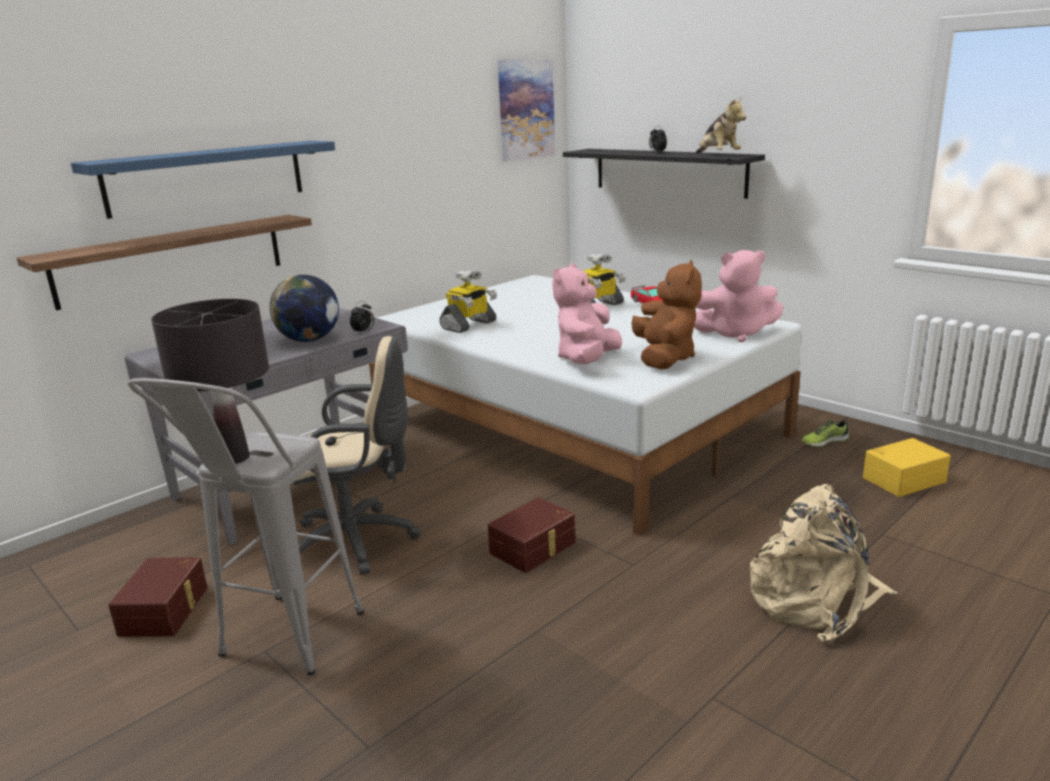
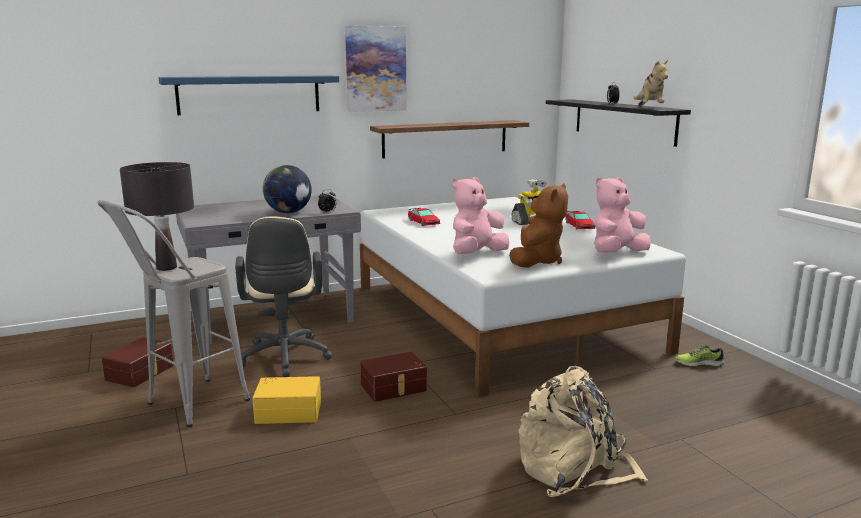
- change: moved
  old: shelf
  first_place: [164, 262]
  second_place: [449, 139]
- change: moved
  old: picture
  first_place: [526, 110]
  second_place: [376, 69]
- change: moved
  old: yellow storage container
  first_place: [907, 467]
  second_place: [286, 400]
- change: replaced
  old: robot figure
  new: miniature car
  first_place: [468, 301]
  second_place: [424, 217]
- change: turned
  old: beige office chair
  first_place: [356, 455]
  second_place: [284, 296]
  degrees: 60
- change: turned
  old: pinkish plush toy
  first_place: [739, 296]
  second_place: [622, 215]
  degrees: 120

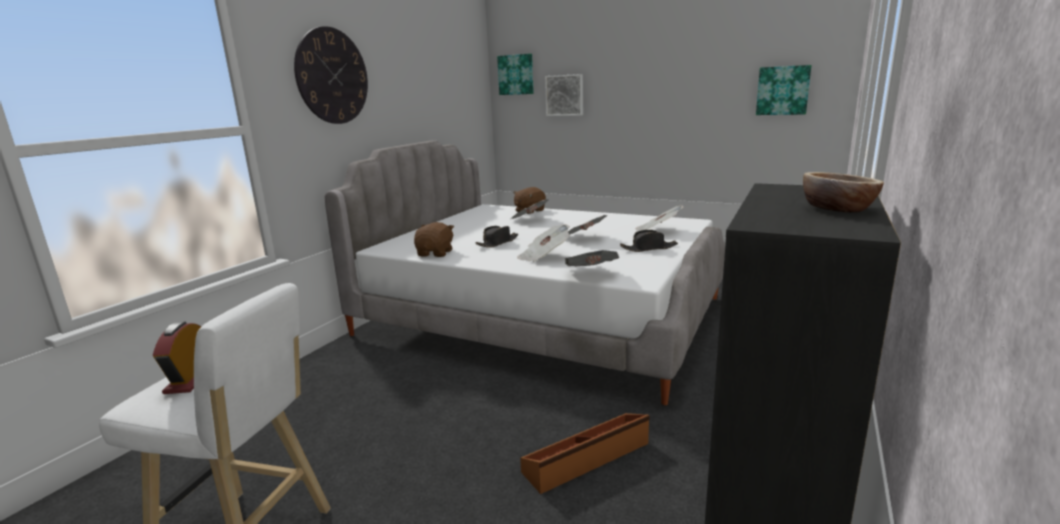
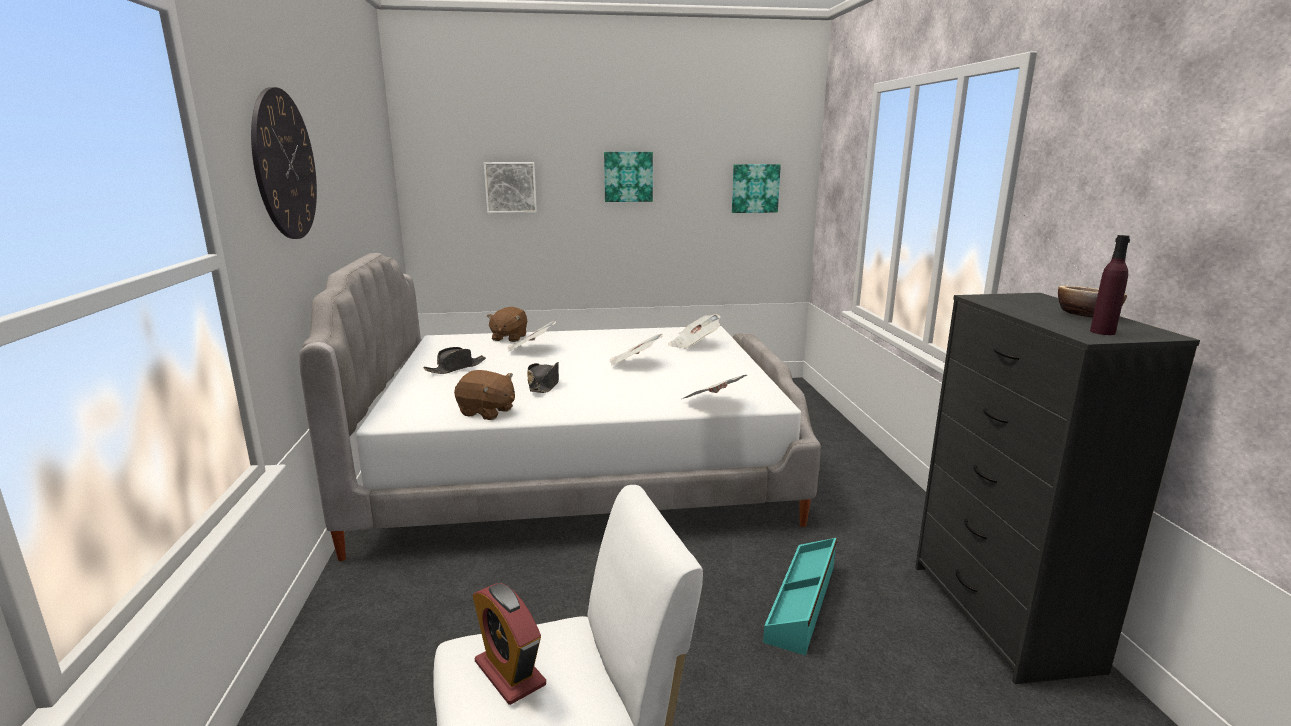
- change: removed
  old: daily paper
  first_place: [543, 243]
- change: added
  new: purplish beverage bottle
  second_place: [1110, 285]
- change: moved
  old: picture
  first_place: [515, 74]
  second_place: [628, 177]
- change: moved
  old: blackish wearable hat
  first_place: [649, 241]
  second_place: [454, 360]
- change: recoloured
  old: brownish storage container
  new: turquoise-coloured storage container
  first_place: [585, 453]
  second_place: [800, 597]
- change: turned
  old: brownish plush toy
  first_place: [434, 239]
  second_place: [484, 395]
  degrees: 135

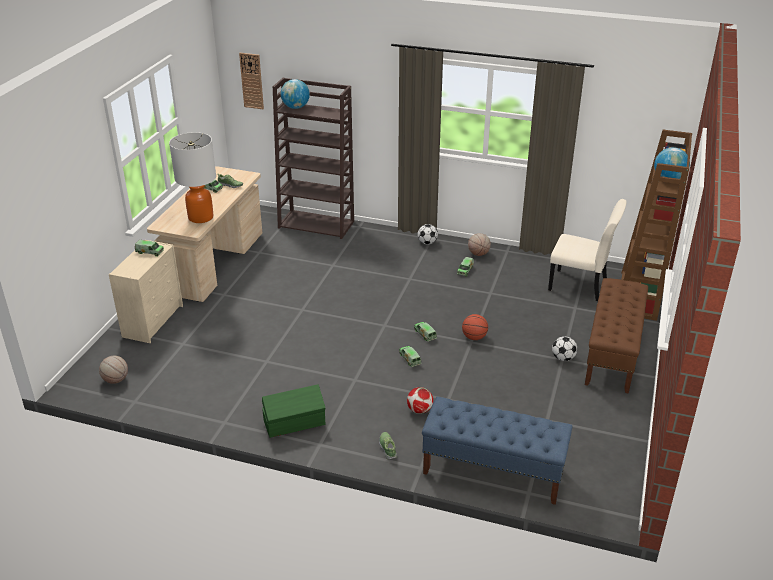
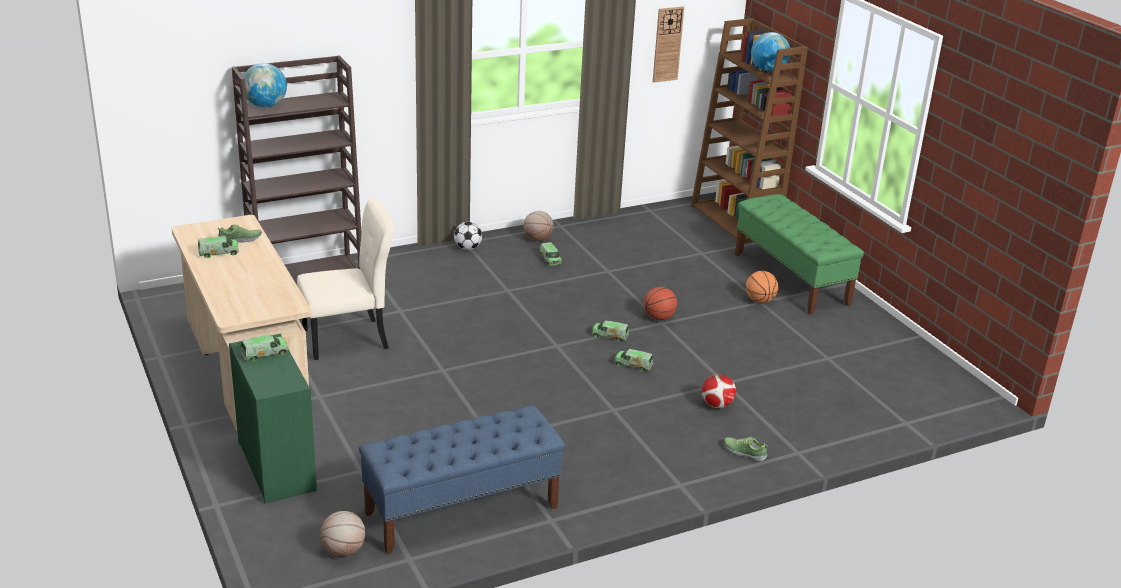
- change: removed
  old: tabletop lamp
  first_place: [192, 177]
- change: removed
  old: green storage container
  first_place: [293, 411]
- change: moved
  old: hanging clock
  first_place: [251, 81]
  second_place: [668, 45]
- change: moved
  old: blue long seat
  first_place: [497, 451]
  second_place: [462, 479]
- change: moved
  old: beige plain chair
  first_place: [587, 250]
  second_place: [346, 279]
- change: replaced
  old: ball for football
  new: basketball ball
  first_place: [564, 348]
  second_place: [762, 287]
- change: recoloured
  old: beige dresser
  new: green dresser
  first_place: [146, 291]
  second_place: [273, 419]
- change: recoloured
  old: brownish long seat
  new: green long seat
  first_place: [616, 336]
  second_place: [799, 254]

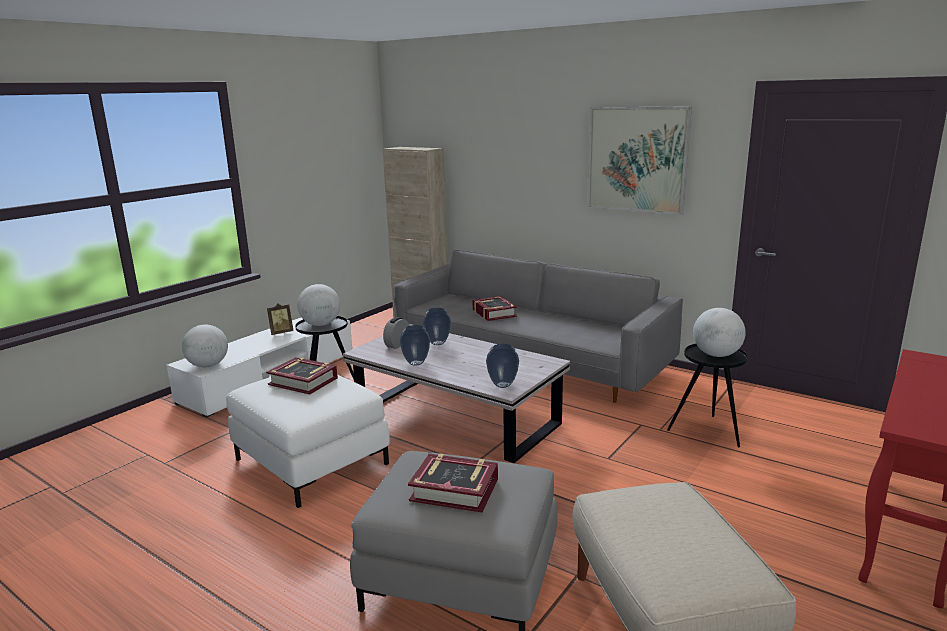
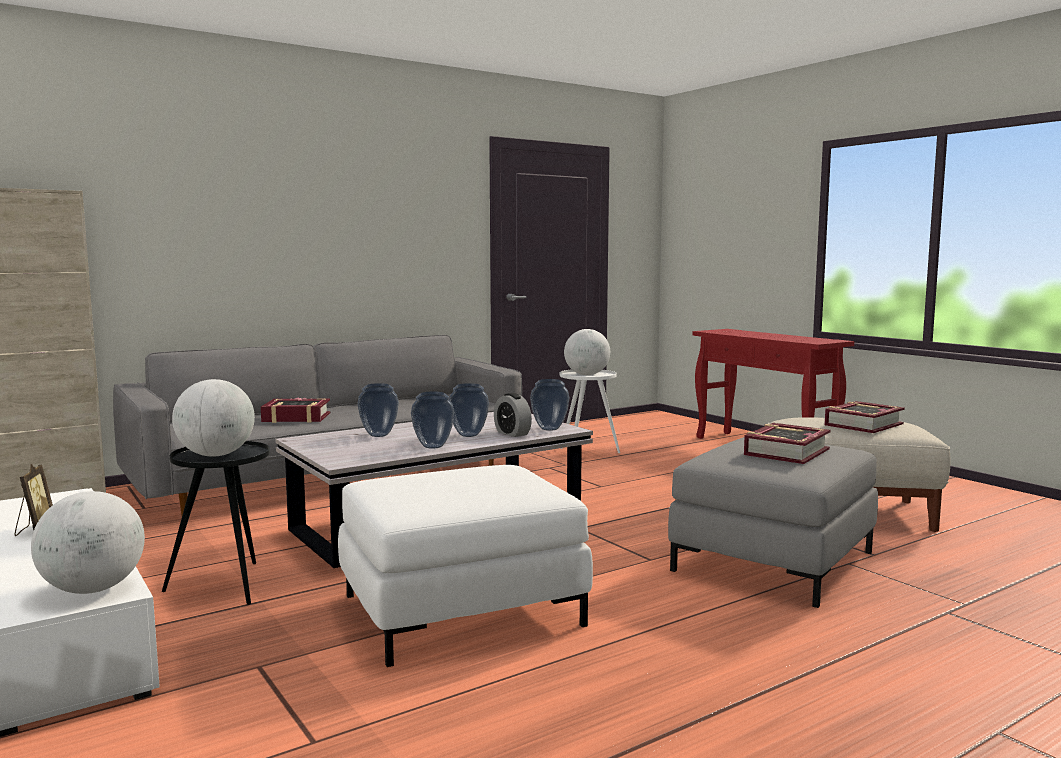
- change: removed
  old: picture
  first_place: [639, 160]
- change: added
  new: flower vase
  second_place: [469, 410]
- change: moved
  old: bound book
  first_place: [302, 376]
  second_place: [865, 417]
- change: moved
  old: bedside clock
  first_place: [396, 333]
  second_place: [513, 415]
- change: recoloured
  old: blackish side table
  new: white side table
  first_place: [707, 395]
  second_place: [590, 411]

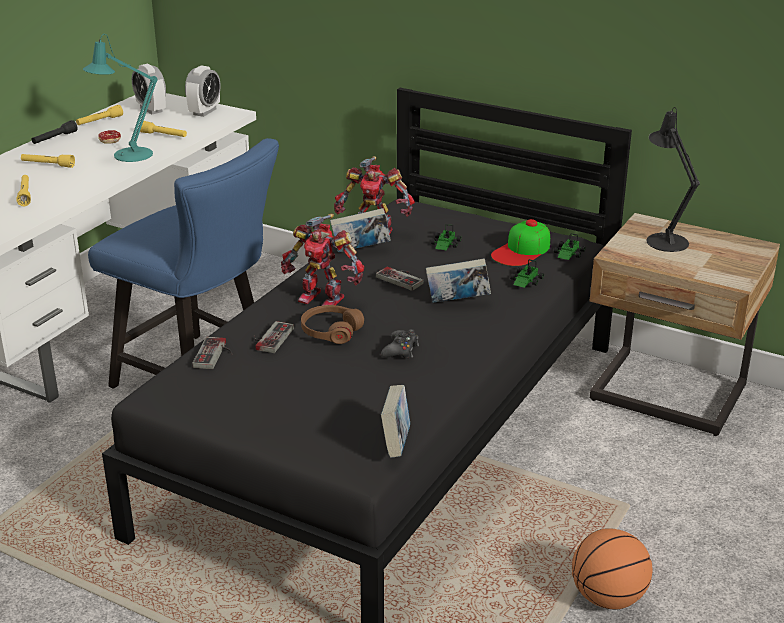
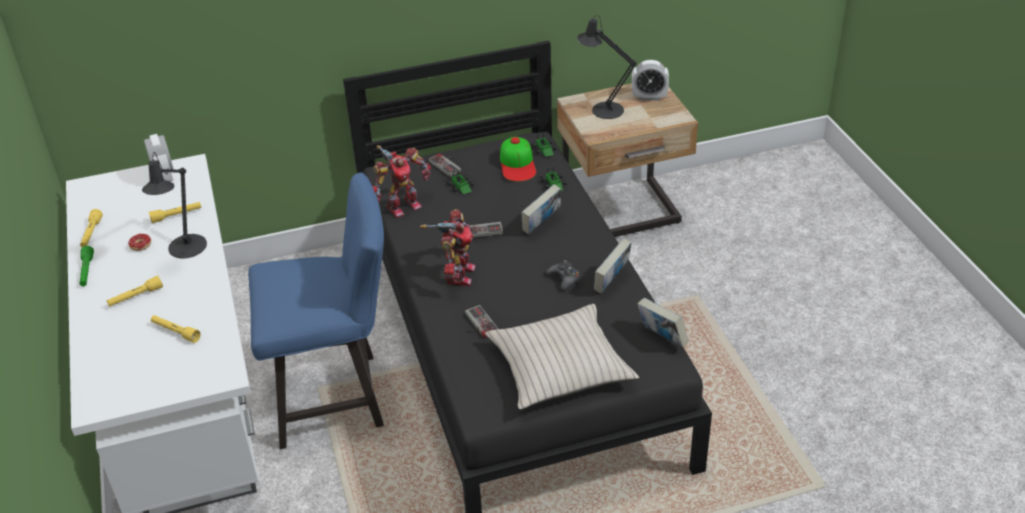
- change: removed
  old: brownish headphones
  first_place: [332, 324]
- change: removed
  old: basketball ball
  first_place: [612, 569]
- change: added
  new: beige throw pillow
  second_place: [562, 357]
- change: moved
  old: bedside clock
  first_place: [149, 89]
  second_place: [650, 80]
- change: moved
  old: joypad
  first_place: [212, 353]
  second_place: [444, 165]
- change: moved
  old: bound book
  first_place: [360, 230]
  second_place: [612, 266]
- change: recoloured
  old: blackish flashlight
  new: green flashlight
  first_place: [55, 132]
  second_place: [86, 266]
- change: recoloured
  old: turquoise-coloured tabletop lamp
  new: blackish tabletop lamp
  first_place: [120, 98]
  second_place: [174, 205]
- change: turned
  old: robot figure
  first_place: [322, 260]
  second_place: [448, 247]
  degrees: -60

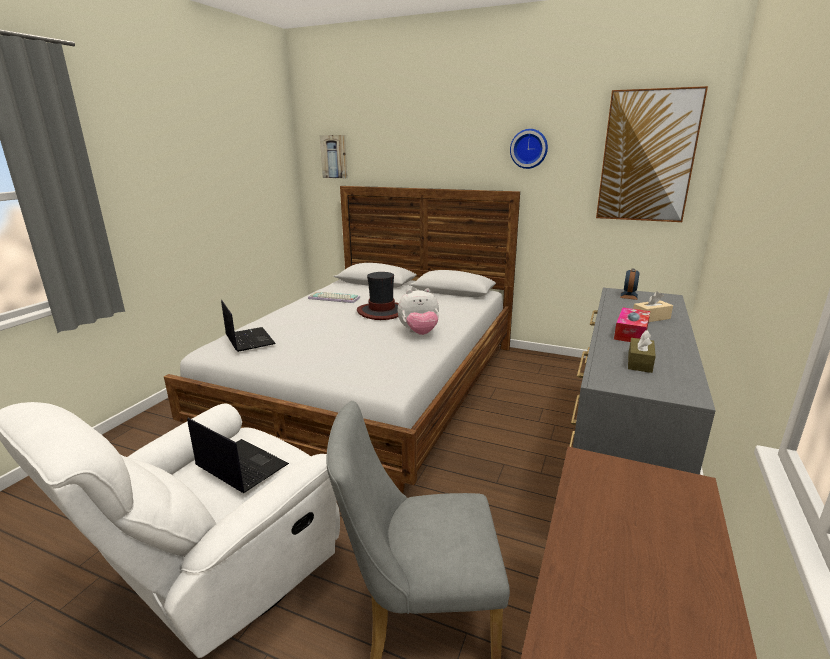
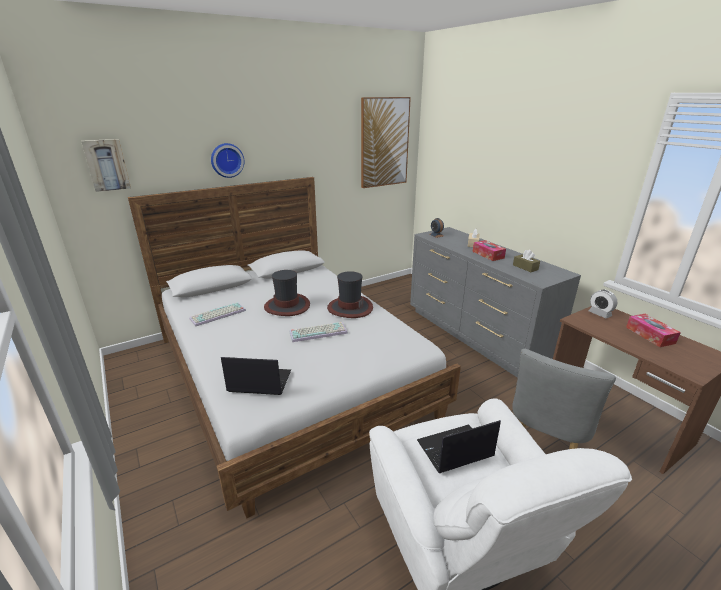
- change: added
  new: PC keyboard
  second_place: [318, 332]
- change: added
  new: bedside clock
  second_place: [603, 304]
- change: added
  new: tissue box
  second_place: [653, 330]
- change: moved
  old: hanging clock
  first_place: [529, 149]
  second_place: [227, 160]
- change: replaced
  old: plush toy
  new: wearable hat
  first_place: [418, 312]
  second_place: [350, 294]

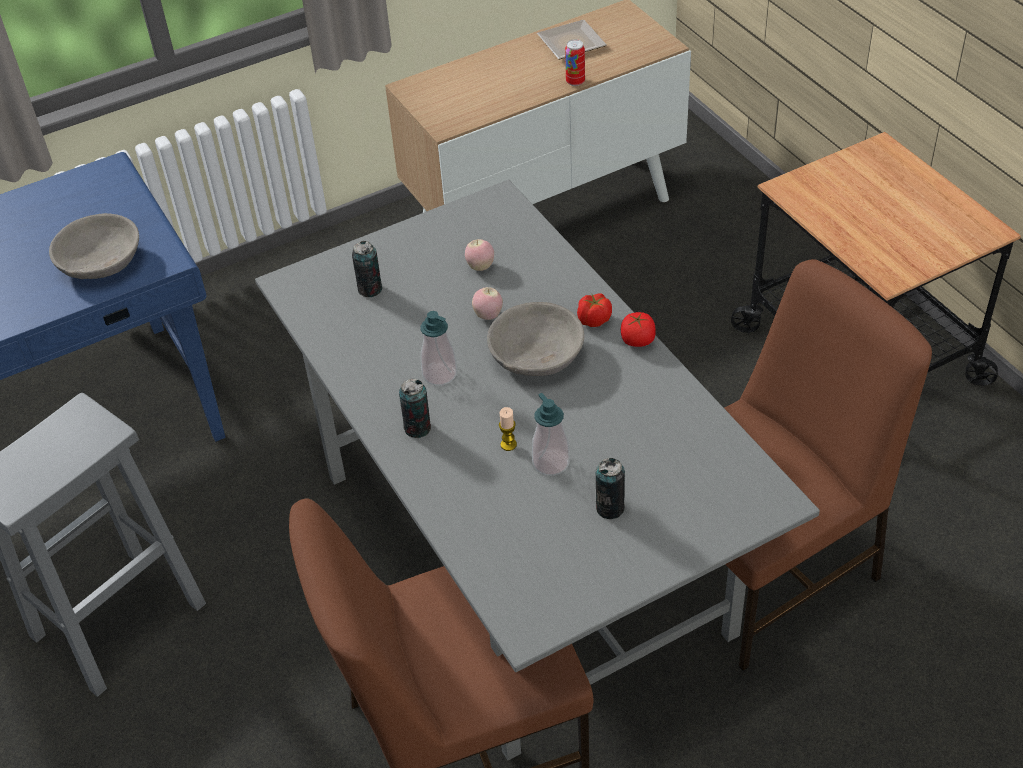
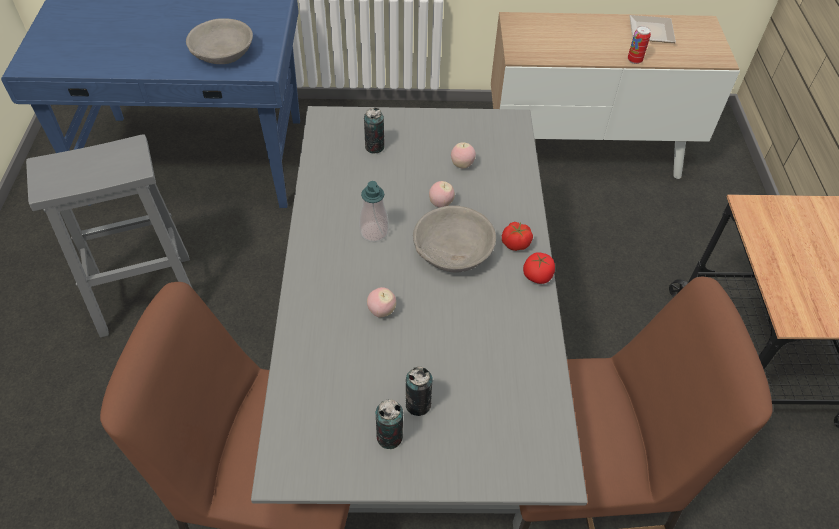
- change: removed
  old: liquid soap bottle
  first_place: [551, 434]
- change: moved
  old: sealed can
  first_place: [415, 408]
  second_place: [389, 424]
- change: replaced
  old: wax light
  new: apple fruit
  first_place: [508, 429]
  second_place: [381, 302]

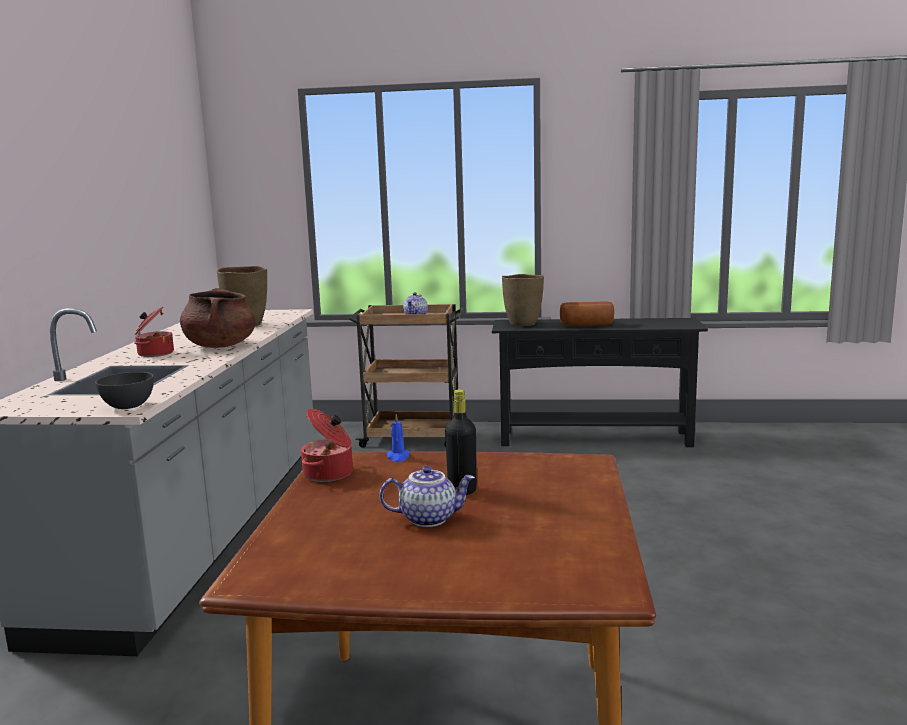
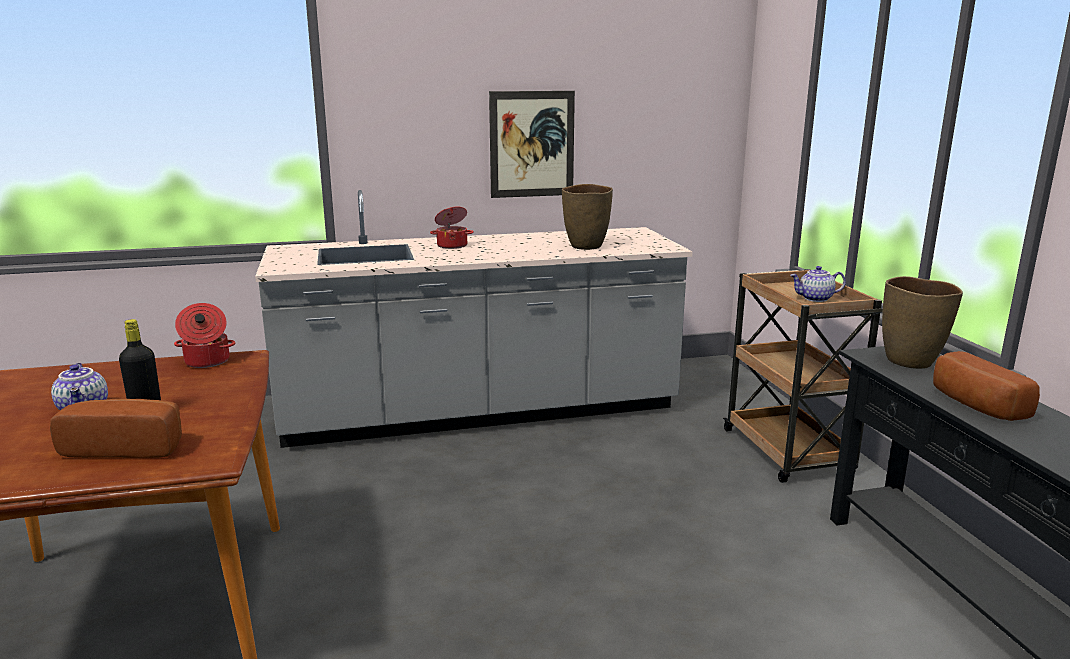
- change: removed
  old: greyish serving bowl
  first_place: [124, 390]
- change: removed
  old: brownish cooking pot
  first_place: [218, 318]
- change: removed
  old: blue wax light
  first_place: [398, 438]
- change: added
  new: bakery bread
  second_place: [116, 428]
- change: added
  new: picture
  second_place: [532, 144]

